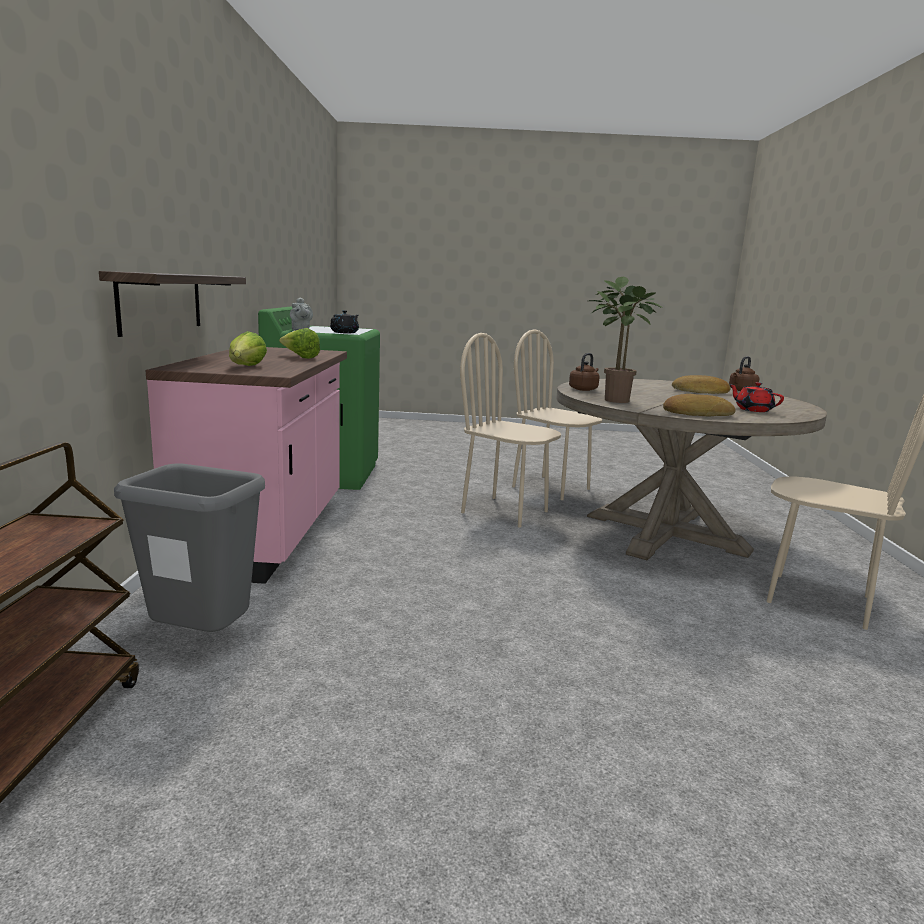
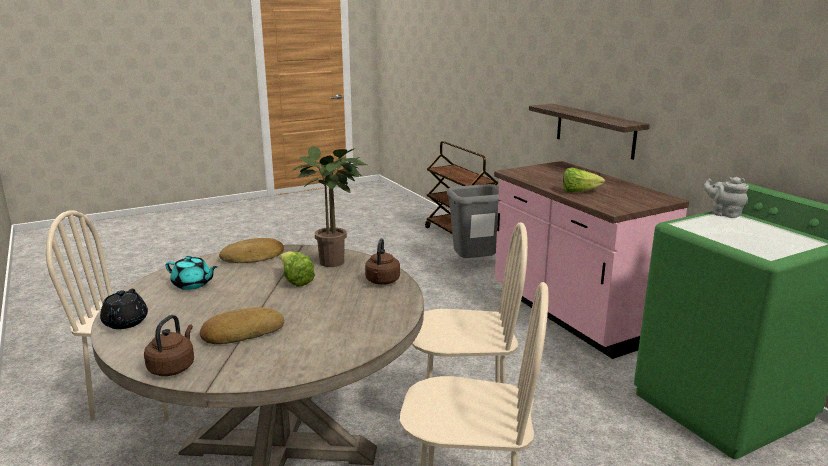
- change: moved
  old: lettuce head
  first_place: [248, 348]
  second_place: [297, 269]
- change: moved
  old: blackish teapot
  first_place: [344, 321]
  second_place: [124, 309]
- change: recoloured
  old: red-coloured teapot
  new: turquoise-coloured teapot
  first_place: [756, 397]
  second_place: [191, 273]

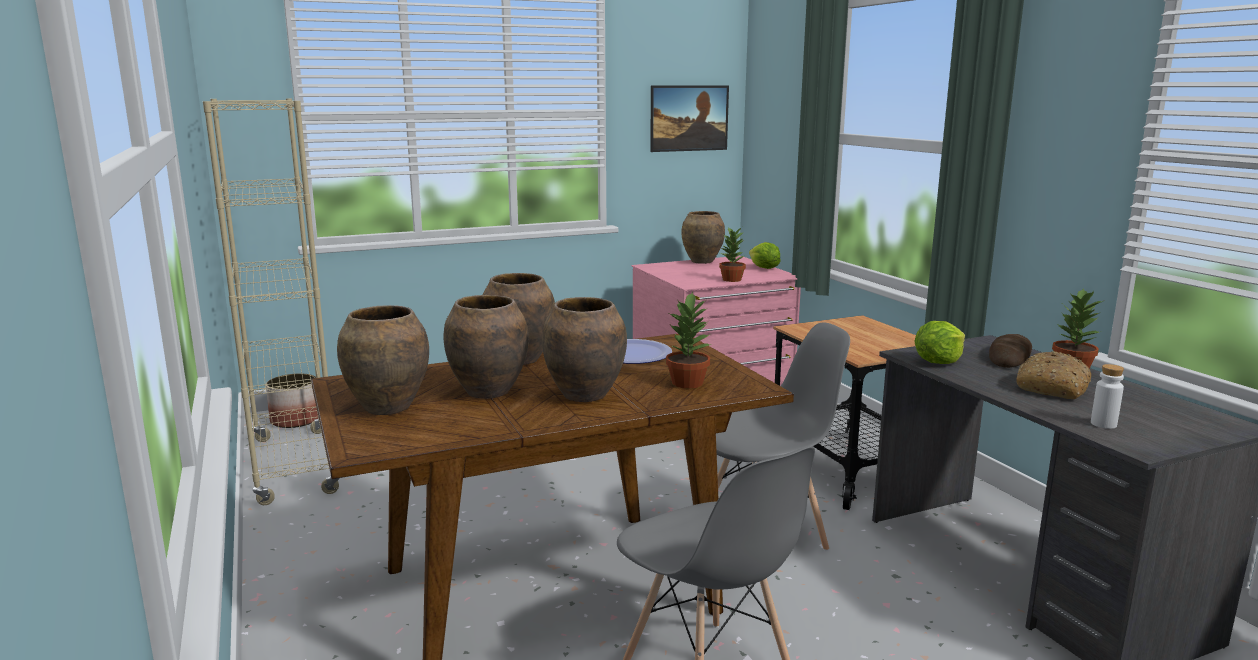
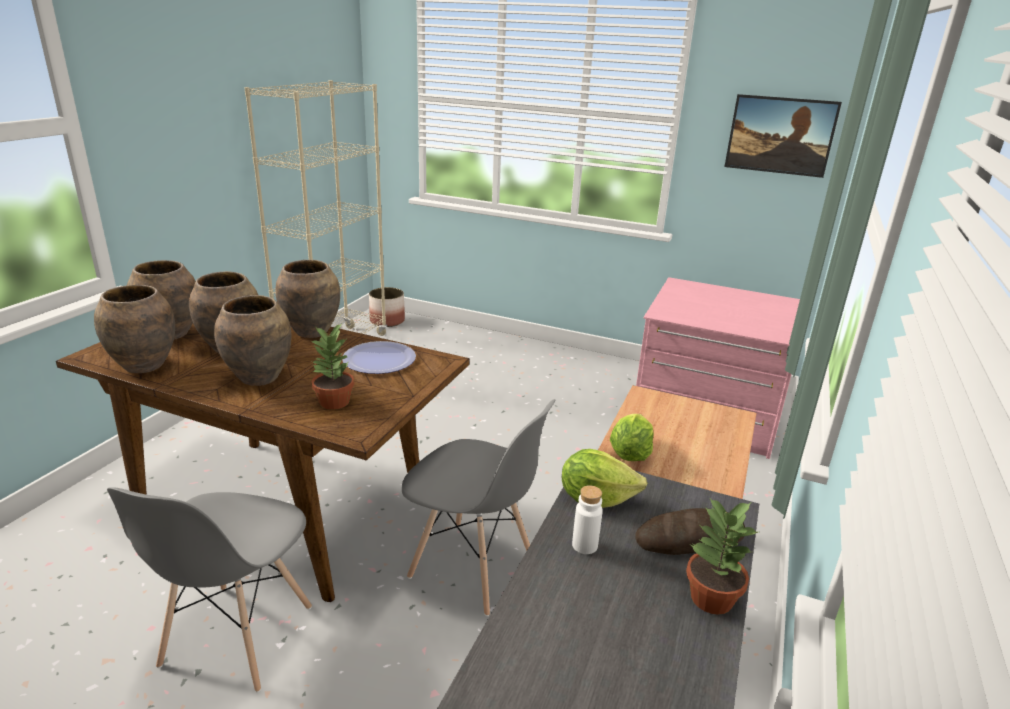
- change: removed
  old: plant in a pot
  first_place: [732, 254]
- change: removed
  old: bakery bread
  first_place: [1053, 375]
- change: moved
  old: brownish flower vase
  first_place: [703, 237]
  second_place: [134, 329]
- change: moved
  old: lettuce head
  first_place: [764, 255]
  second_place: [632, 437]
- change: moved
  old: white beverage bottle
  first_place: [1107, 396]
  second_place: [587, 519]

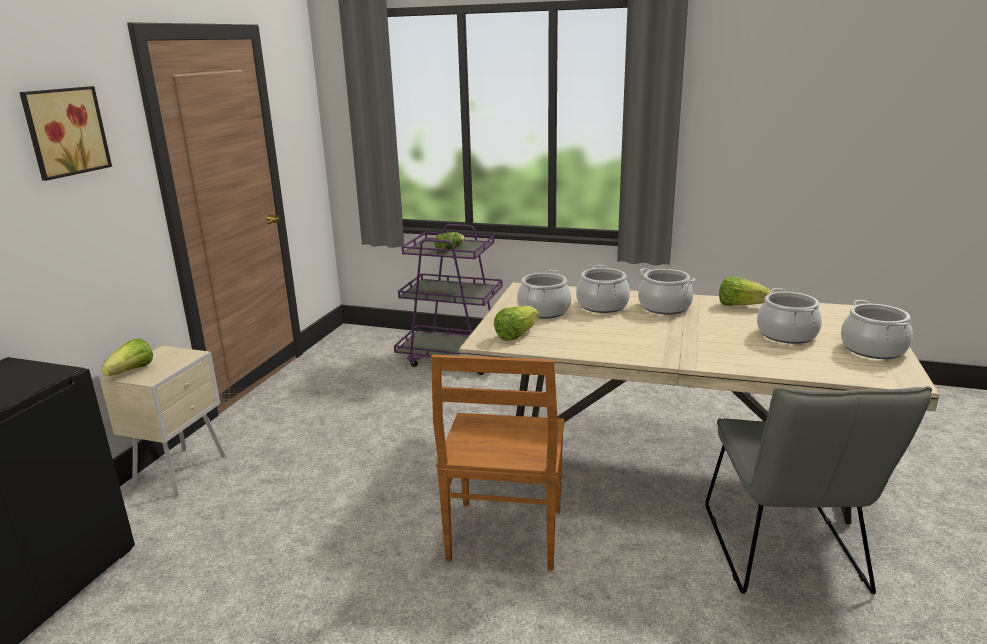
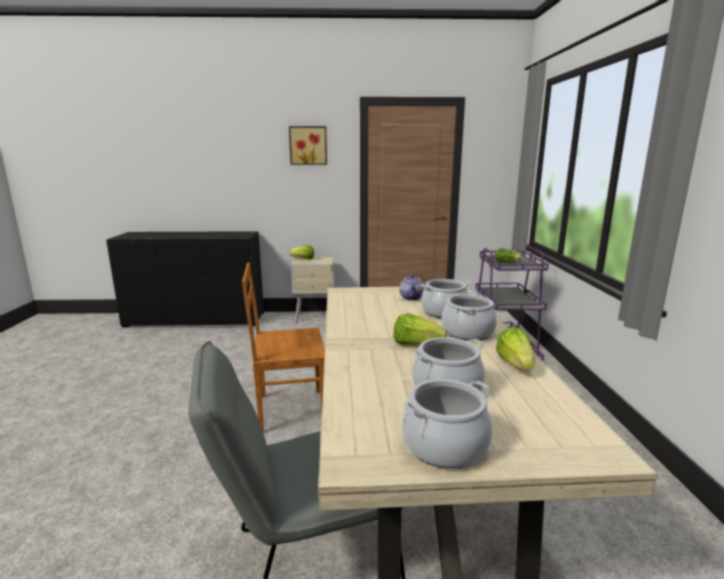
- change: moved
  old: lettuce head
  first_place: [516, 323]
  second_place: [420, 329]
- change: replaced
  old: cooking pot
  new: teapot
  first_place: [544, 294]
  second_place: [411, 287]

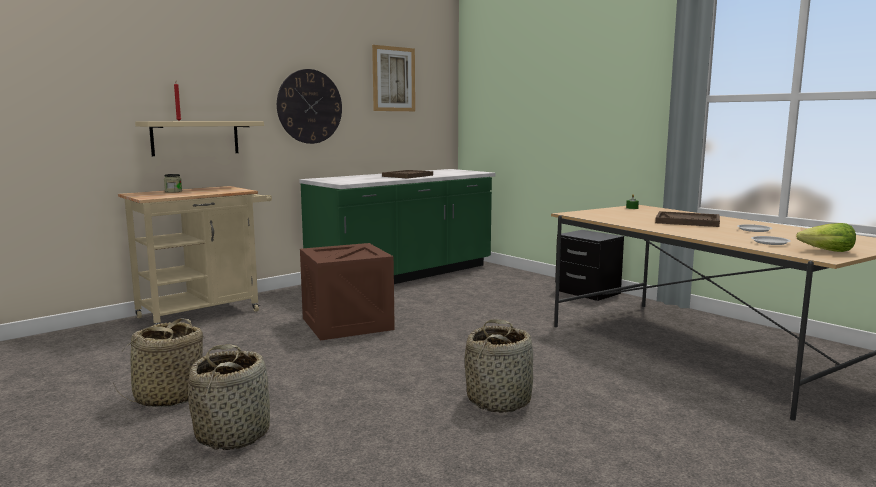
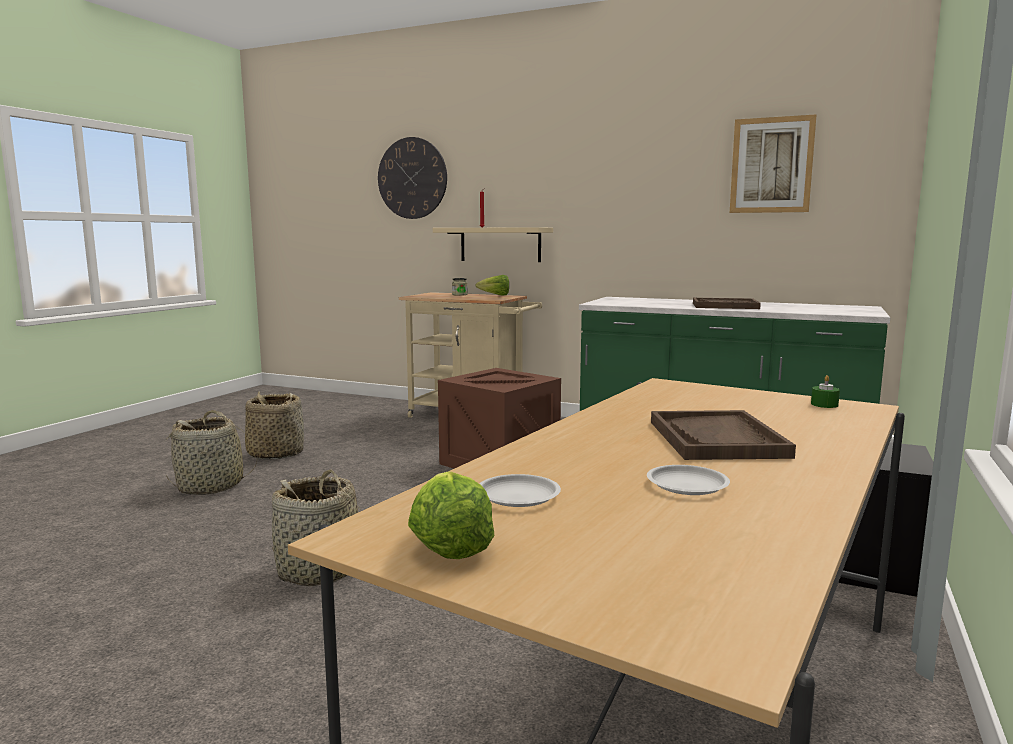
- change: added
  new: lettuce head
  second_place: [492, 285]
- change: moved
  old: hanging clock
  first_place: [309, 106]
  second_place: [412, 178]

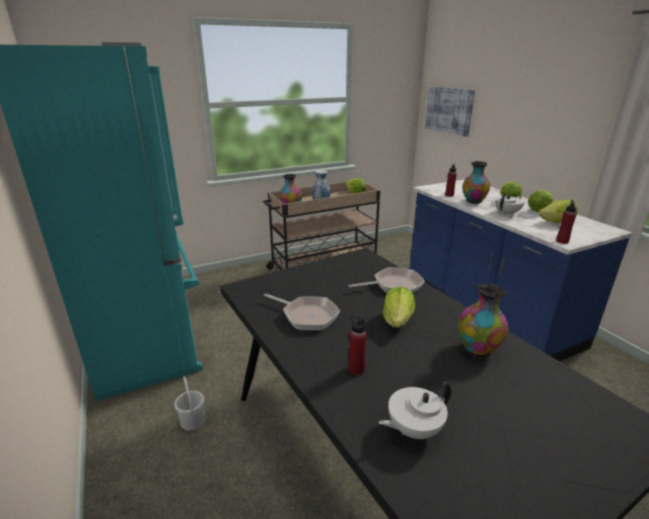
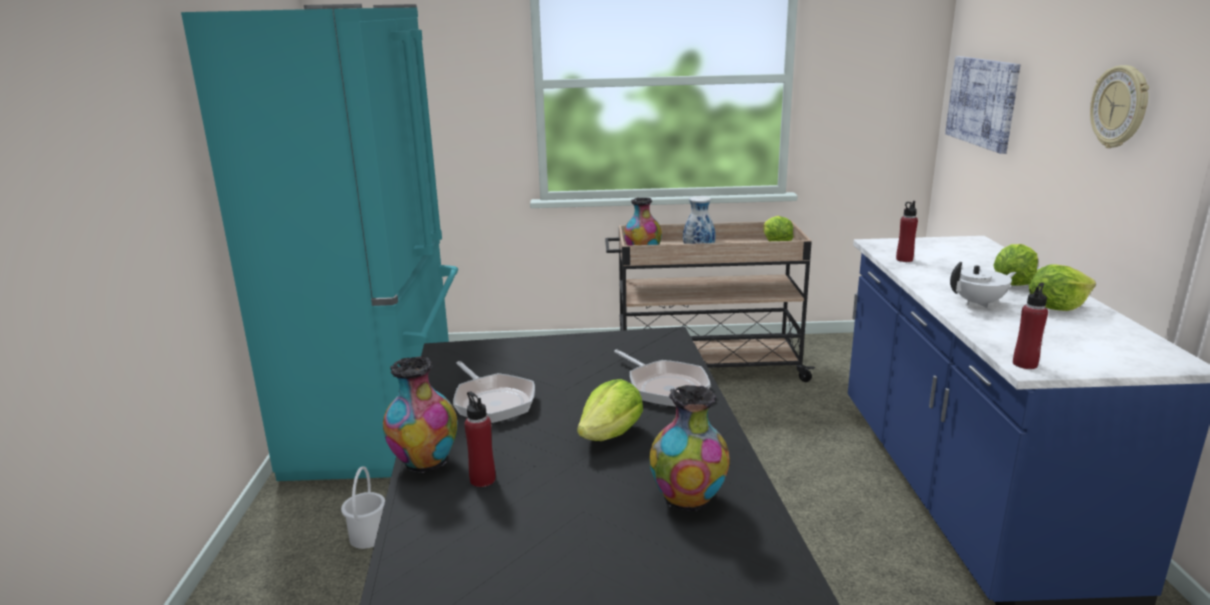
- change: removed
  old: white teapot
  first_place: [415, 410]
- change: removed
  old: lettuce head
  first_place: [558, 211]
- change: added
  new: hanging clock
  second_place: [1119, 106]
- change: moved
  old: flower vase
  first_place: [476, 182]
  second_place: [420, 415]
- change: turned
  old: pan
  first_place: [387, 280]
  second_place: [662, 378]
  degrees: 45

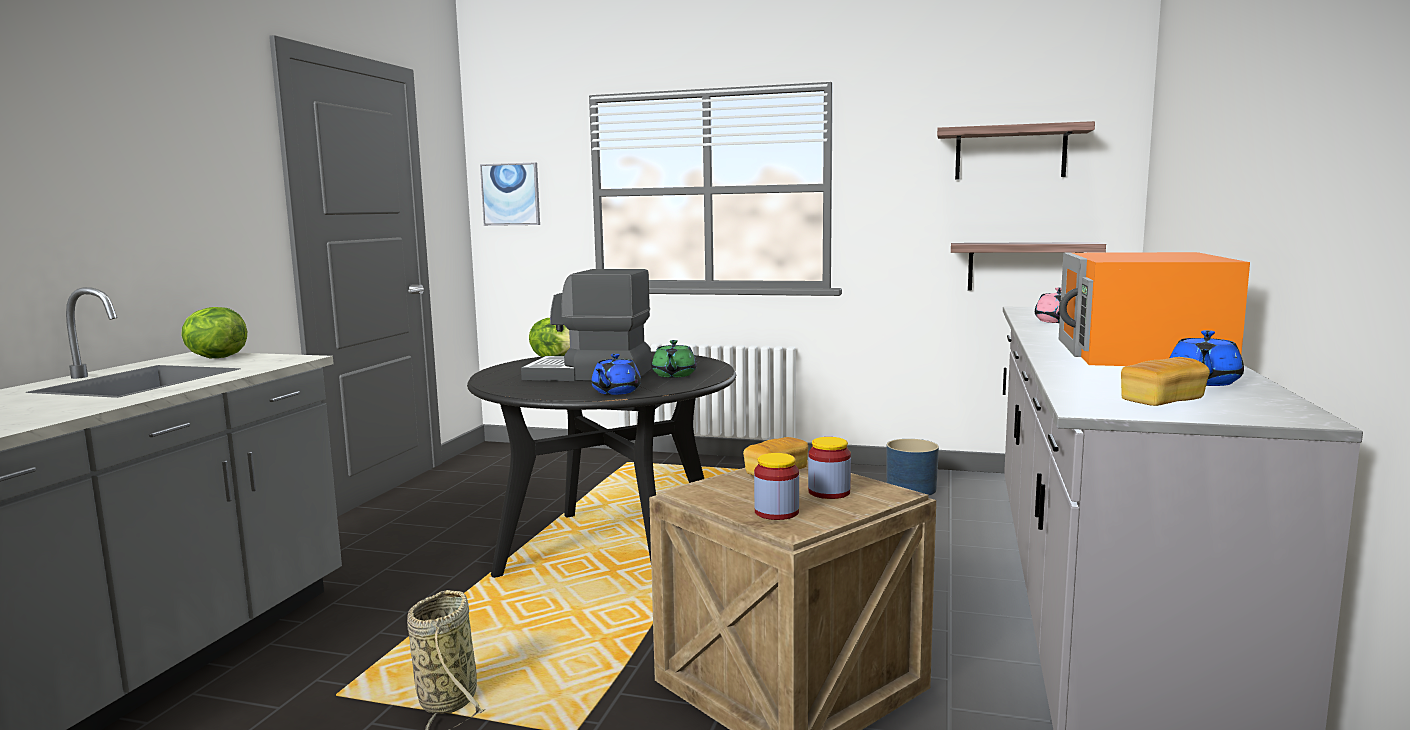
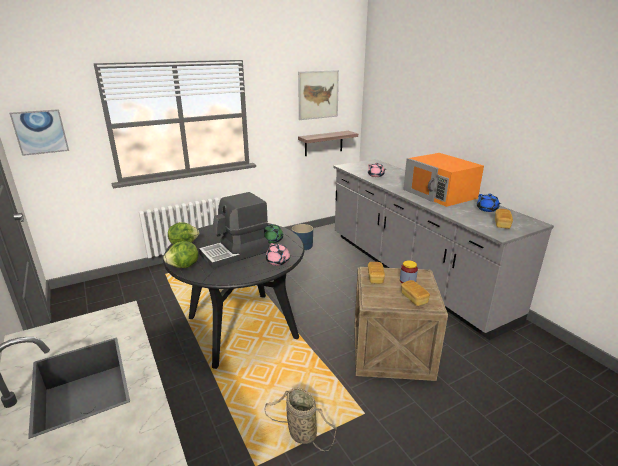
- change: moved
  old: lettuce head
  first_place: [214, 332]
  second_place: [181, 254]
- change: replaced
  old: jar
  new: bakery bread
  first_place: [776, 486]
  second_place: [415, 293]
- change: replaced
  old: shelf
  new: picture
  first_place: [1016, 150]
  second_place: [318, 95]
- change: recoloured
  old: blue teapot
  new: pinkish teapot
  first_place: [616, 374]
  second_place: [278, 254]

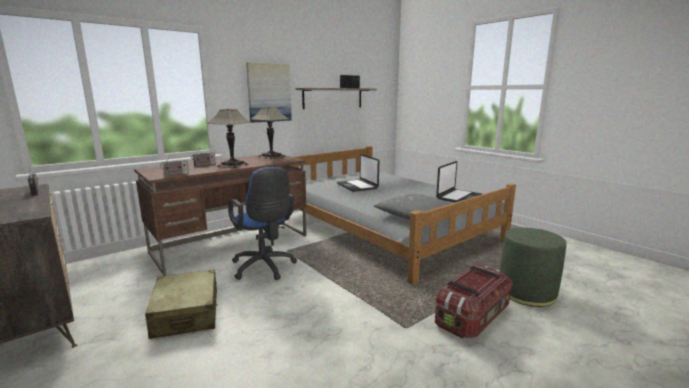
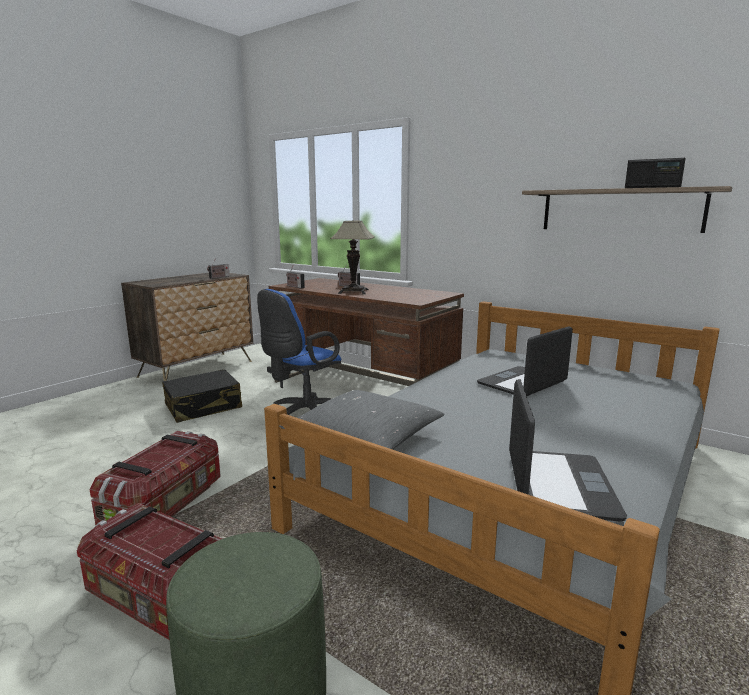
- change: removed
  old: picture
  first_place: [269, 92]
- change: removed
  old: tabletop lamp
  first_place: [269, 133]
- change: added
  new: storage container
  second_place: [155, 478]
- change: recoloured
  old: beige travel case
  new: blackish travel case
  first_place: [181, 304]
  second_place: [202, 396]
- change: turned
  old: portable computer
  first_place: [459, 181]
  second_place: [568, 450]
  degrees: -105

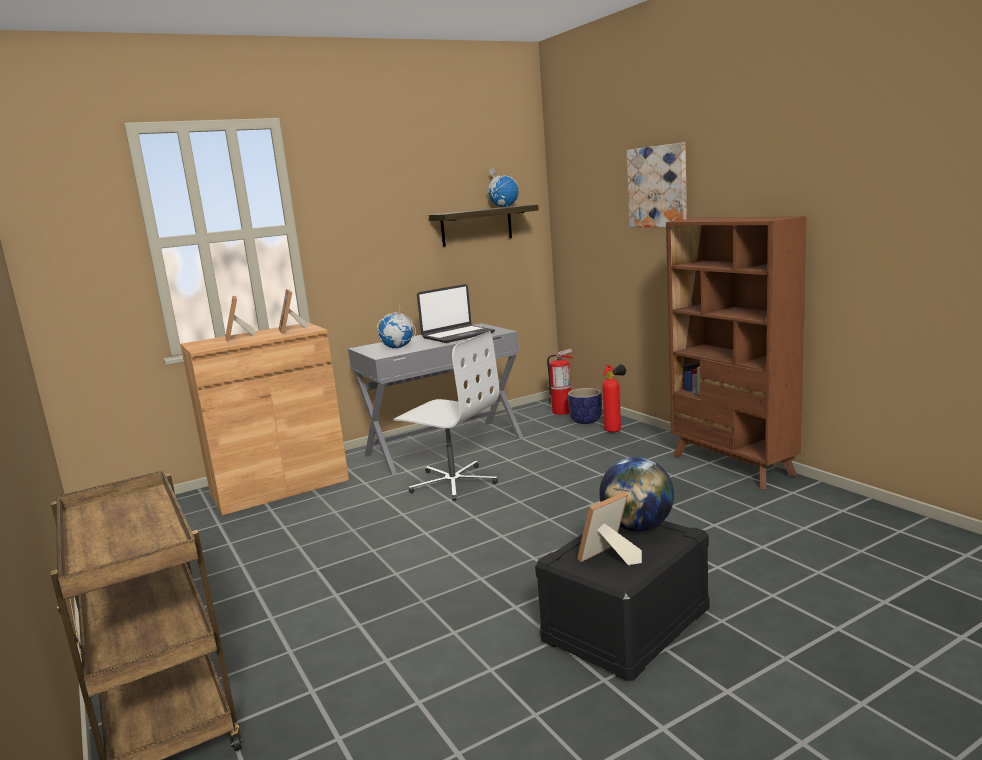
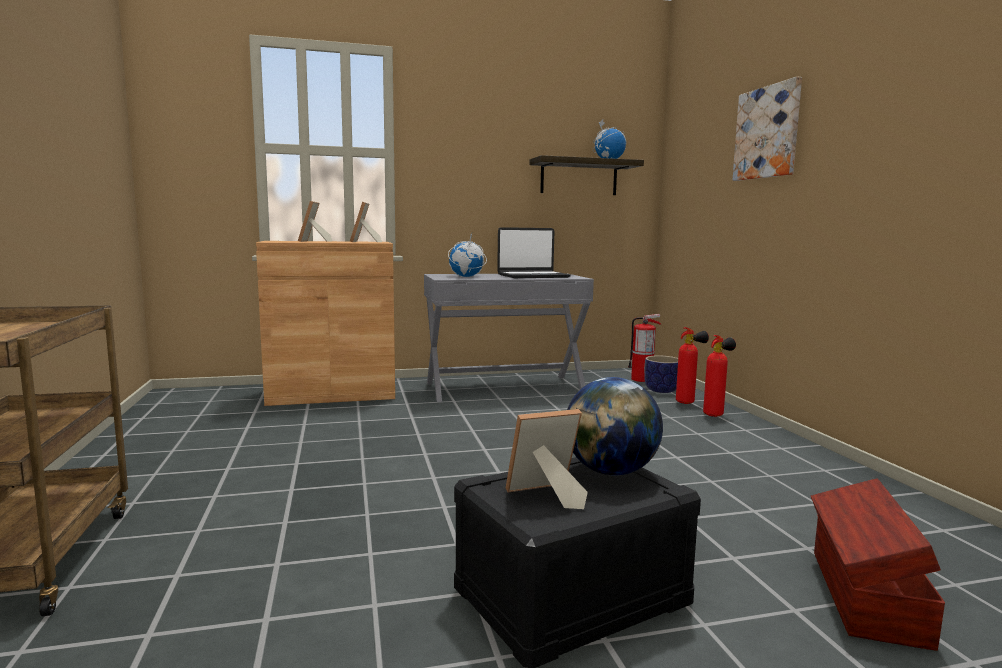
- change: removed
  old: white office chair
  first_place: [446, 416]
- change: removed
  old: brownish bookcase
  first_place: [736, 352]
- change: added
  new: extinguisher
  second_place: [719, 376]
- change: added
  new: brownish storage container
  second_place: [878, 564]

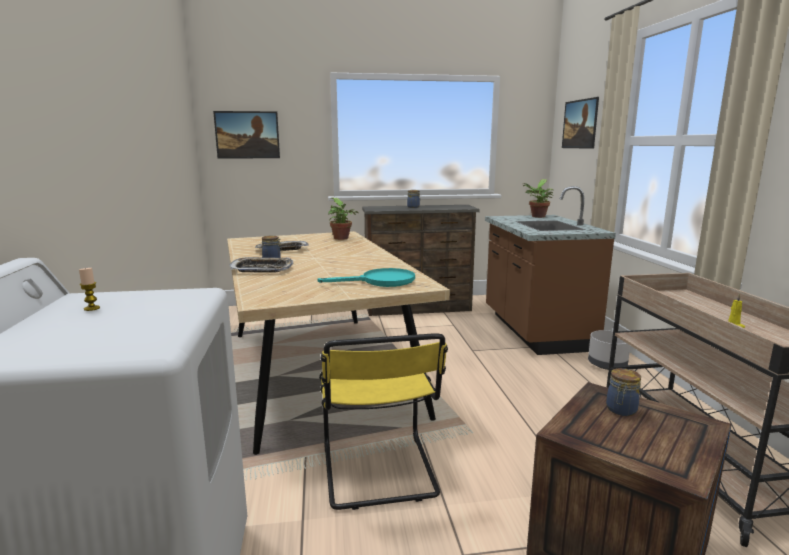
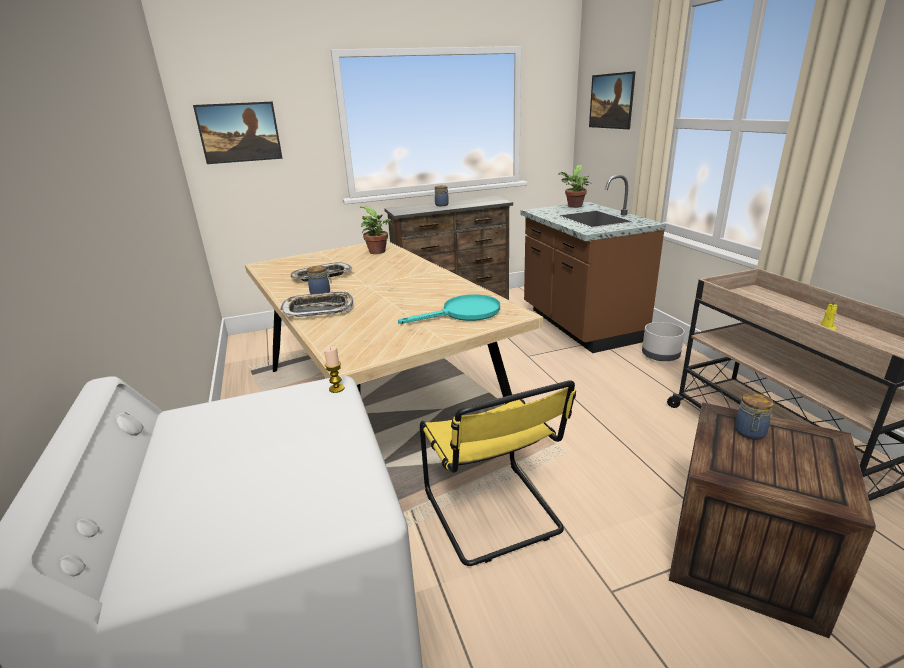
- change: moved
  old: wax light
  first_place: [89, 289]
  second_place: [334, 370]

